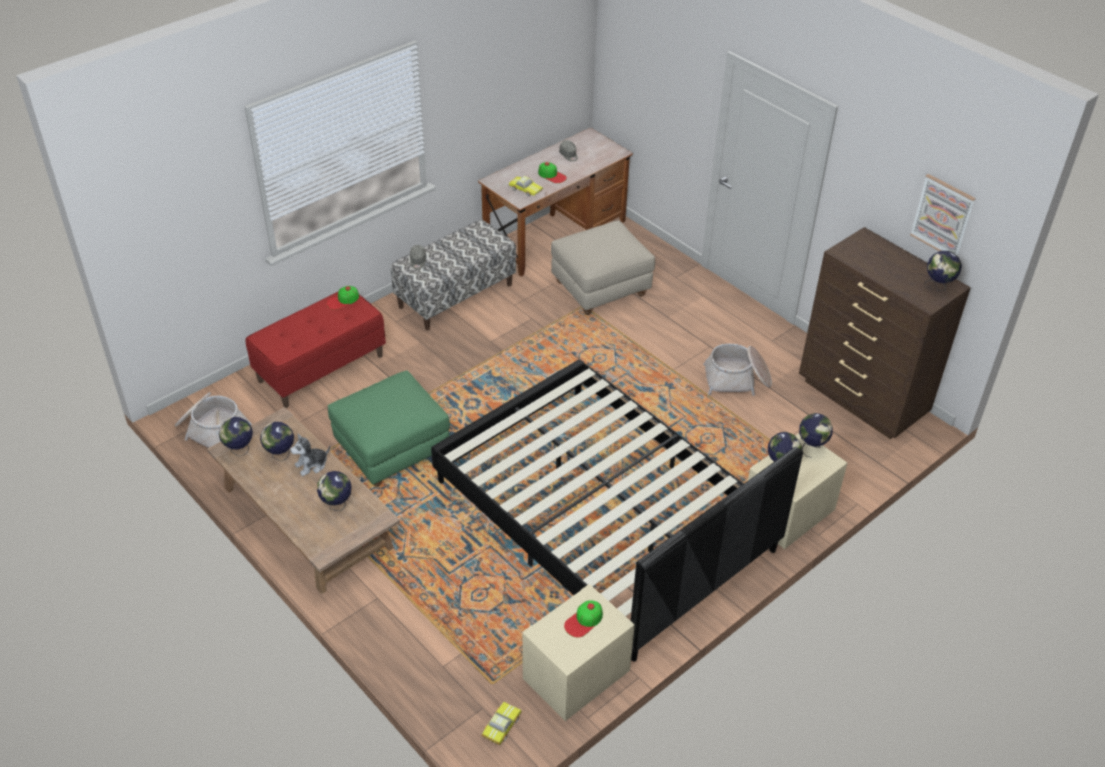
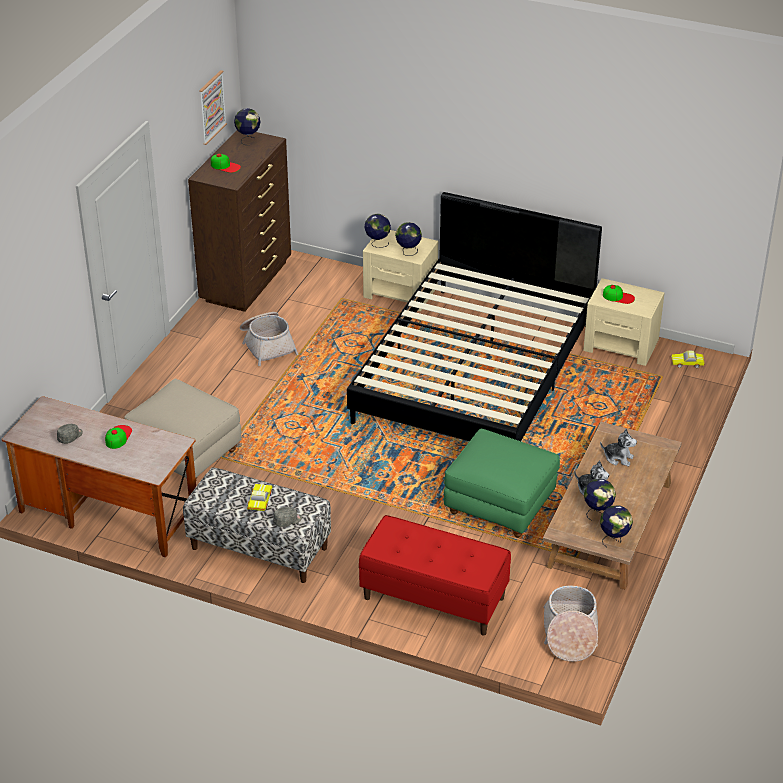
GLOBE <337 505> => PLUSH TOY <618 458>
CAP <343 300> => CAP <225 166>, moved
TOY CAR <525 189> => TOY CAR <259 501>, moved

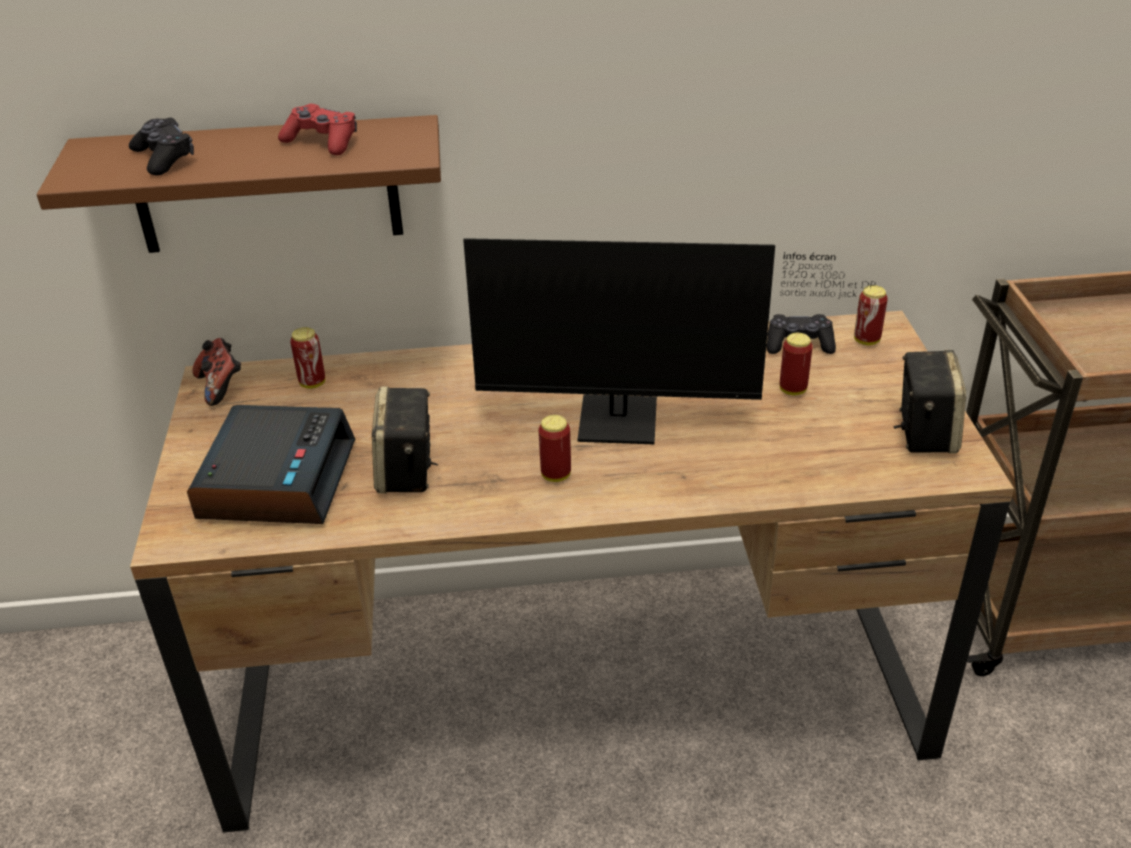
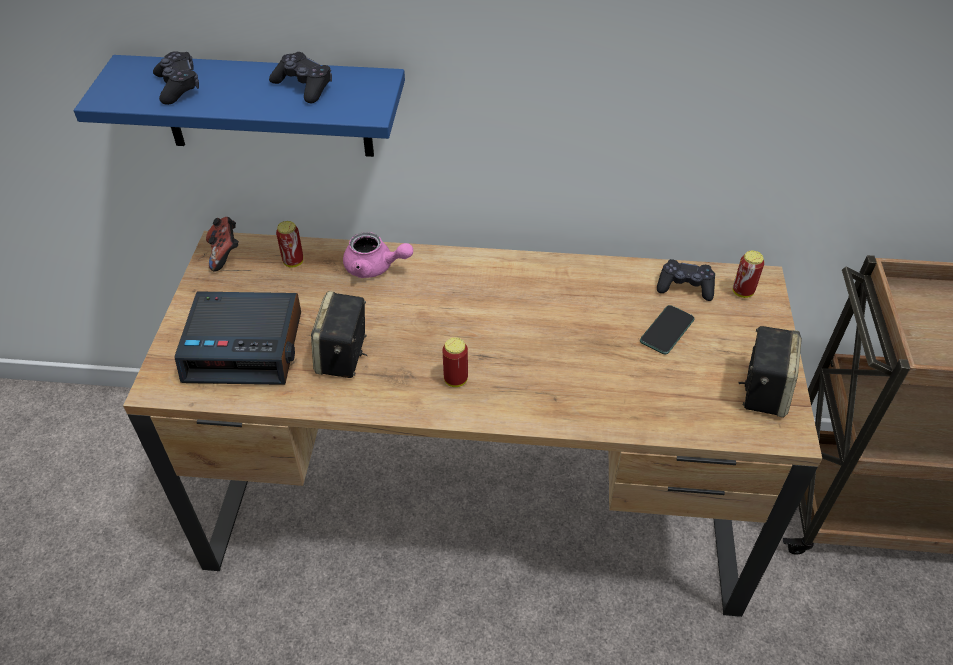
BROWN SHELF <266 185> => BLUE SHELF <266 107>
ALARM CLOCK <276 479> => ALARM CLOCK <245 346>, 75 degrees clockwise
RED GAME CONTROLLER <322 142> => BLACK GAME CONTROLLER <304 86>
MONITOR <632 422> => nothing
CAN <792 390> => PHONE <667 330>
nothing => PINK TEAPOT <375 267>

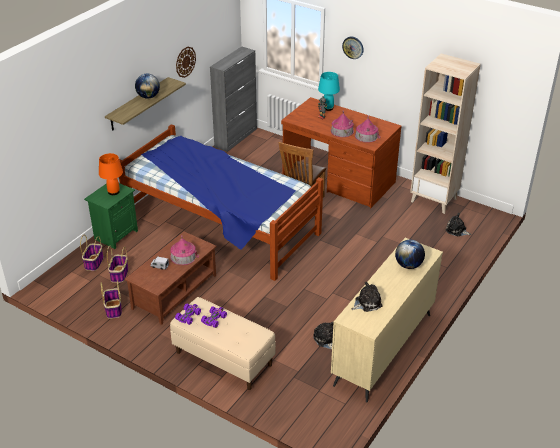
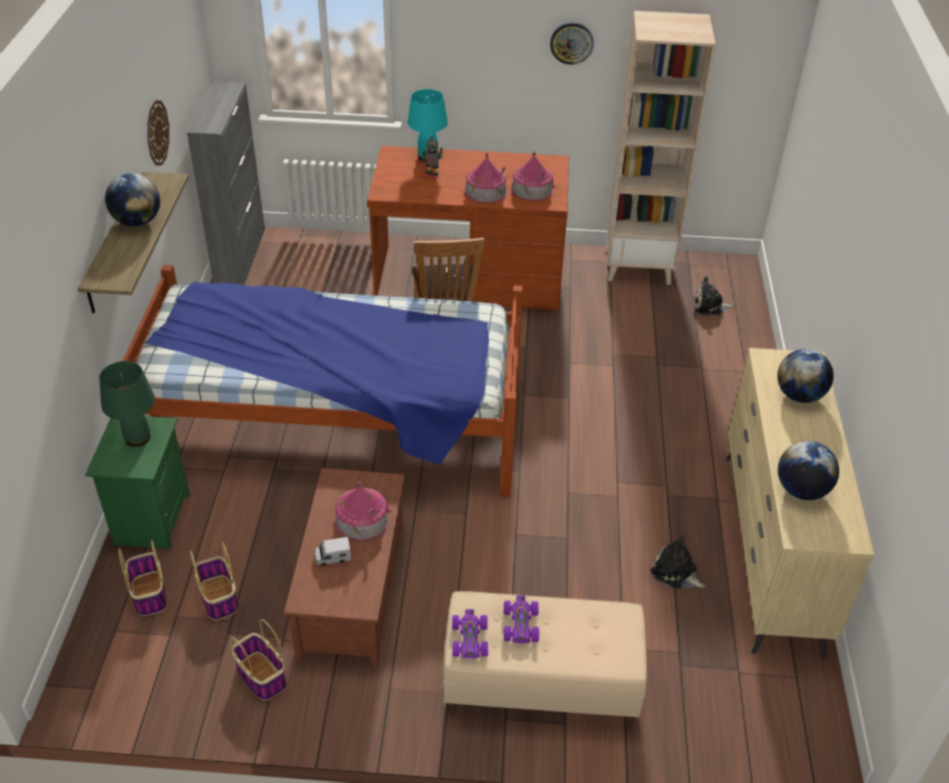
ORANGE TABLE LAMP <113 192> => GREEN TABLE LAMP <137 437>
WALL CLOCK <353 47> => WALL CLOCK <571 42>, moved
PLUSH TOY <366 303> => GLOBE <801 490>

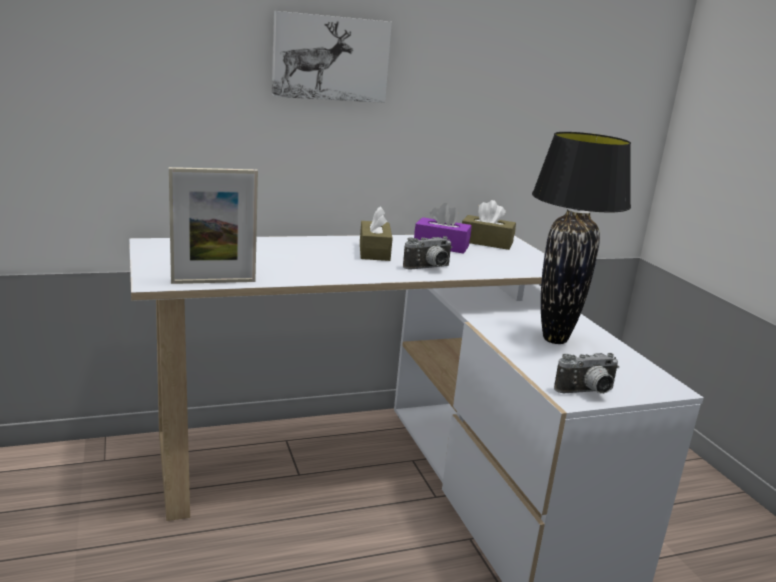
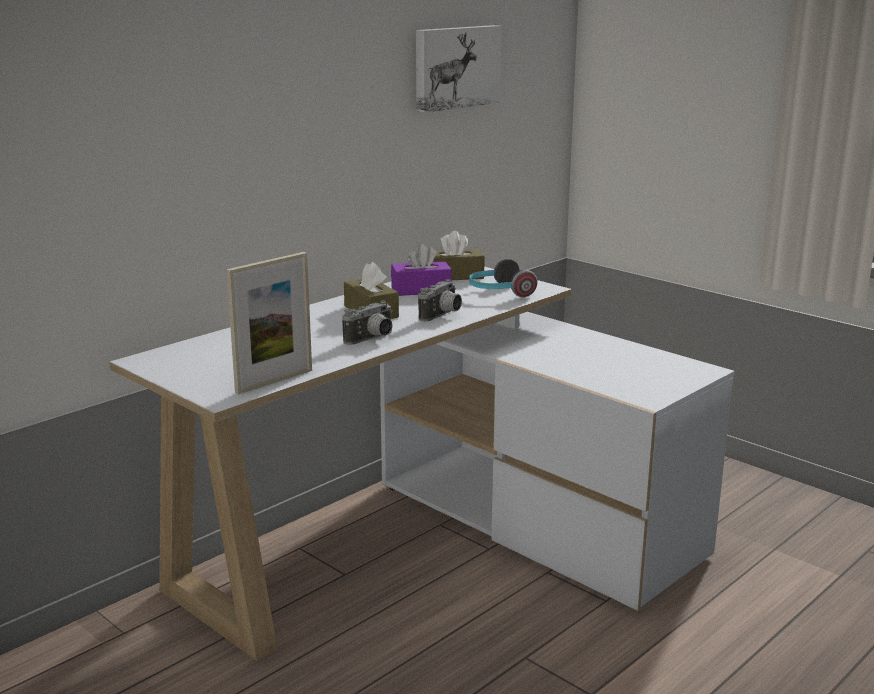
PICTURE <330 58> => PICTURE <455 67>, moved
BLACK TABLE LAMP <554 339> => nothing
PHOTO CAMERA <587 393> => PHOTO CAMERA <372 339>, moved
nothing => HEADPHONES <499 292>

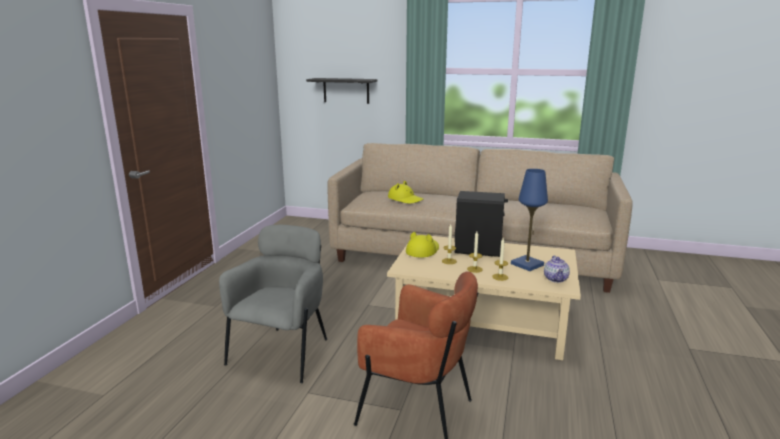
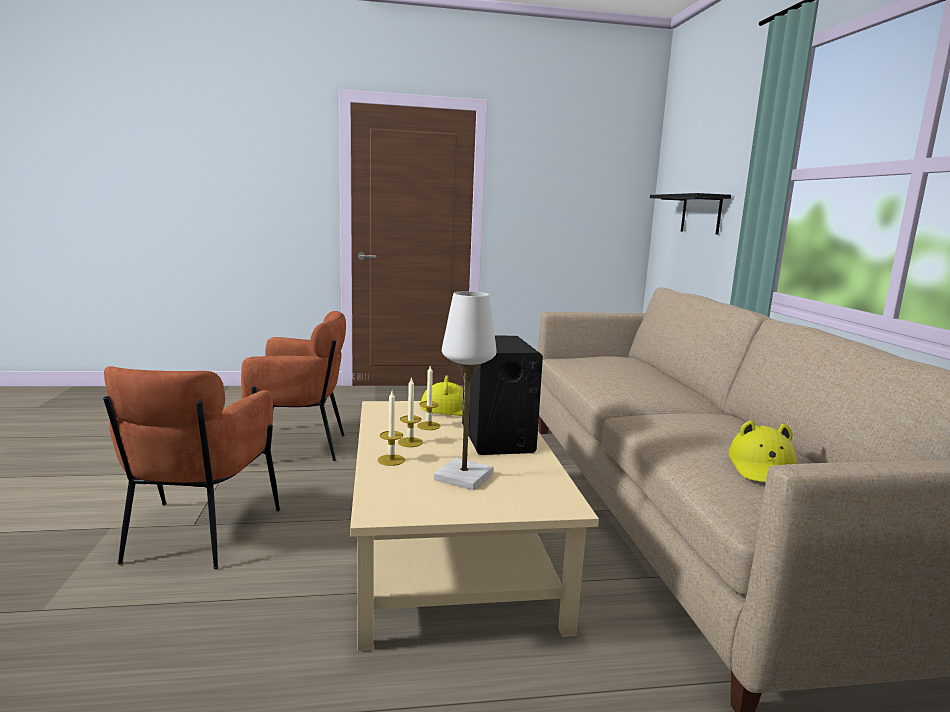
GREY ARMCHAIR <283 353> => BROWN ARMCHAIR <297 447>
YELLOW HAT <405 199> => YELLOW HAT <764 468>, moved
BLUE TABLE LAMP <527 264> => WHITE TABLE LAMP <464 476>
TEAPOT <556 279> => nothing

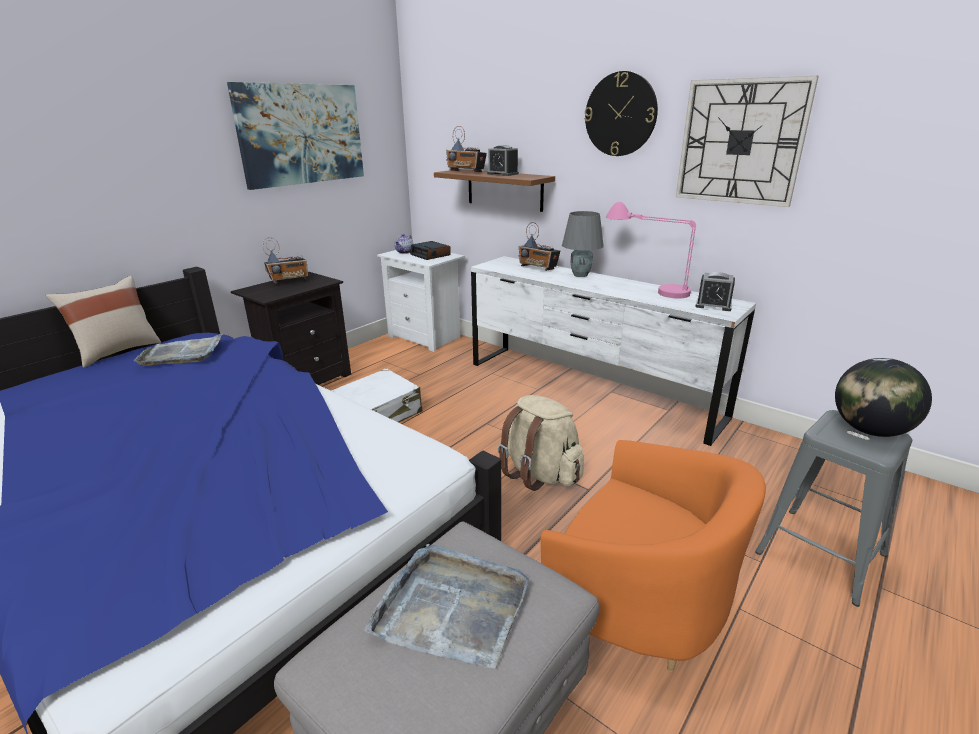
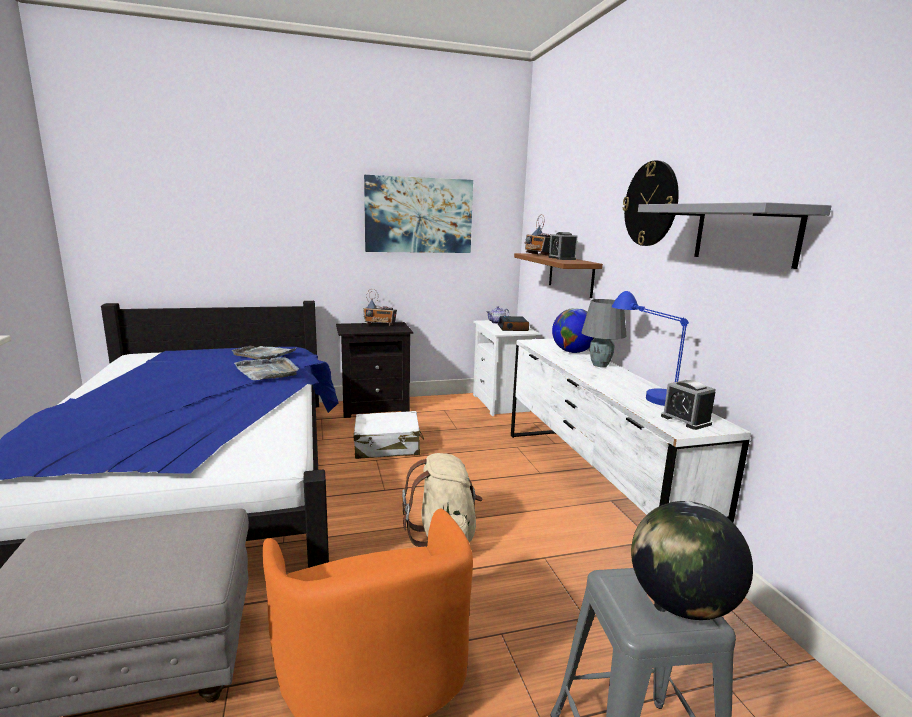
BEIGE PILLOW <117 351> => nothing
GREY TRAY <452 607> => GREY TRAY <268 371>, moved
RADIO <538 268> => GLOBE <572 352>
PINK TABLE LAMP <646 289> => BLUE TABLE LAMP <642 390>
WALL CLOCK <740 142> => GREY SHELF <745 234>

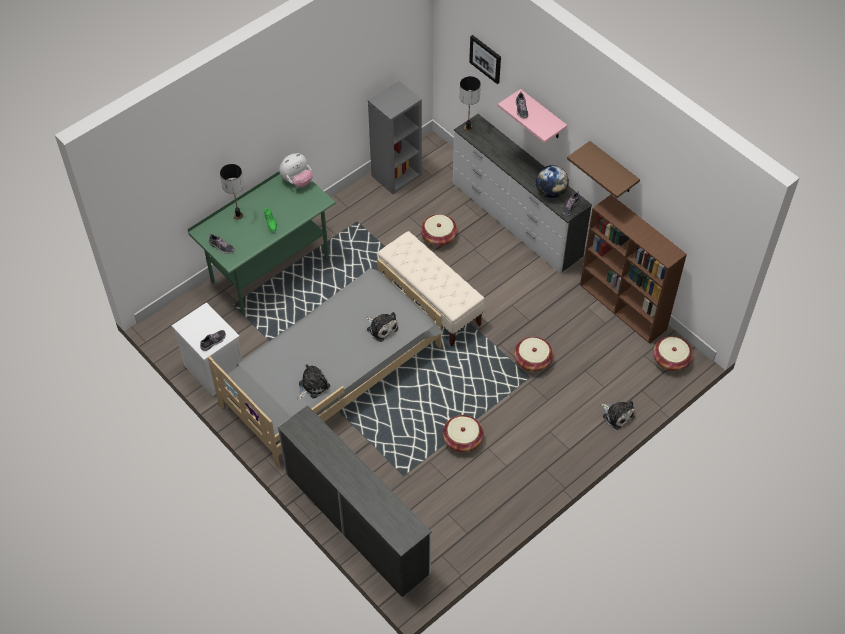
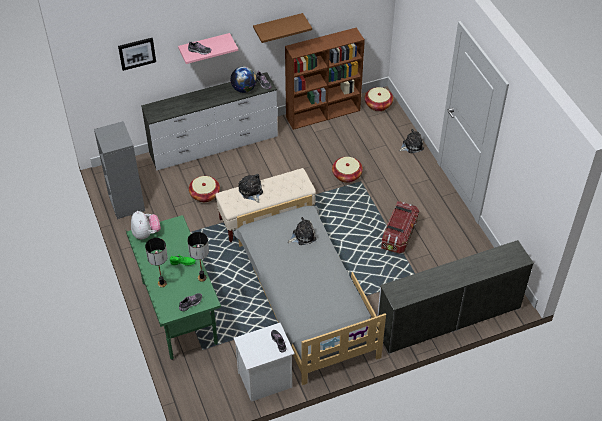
PLUSH TOY <312 386> => PLUSH TOY <251 191>, moved
BASKET <462 439> => STORAGE BOX <399 235>
TABLE LAMP <468 128> => TABLE LAMP <202 278>, moved

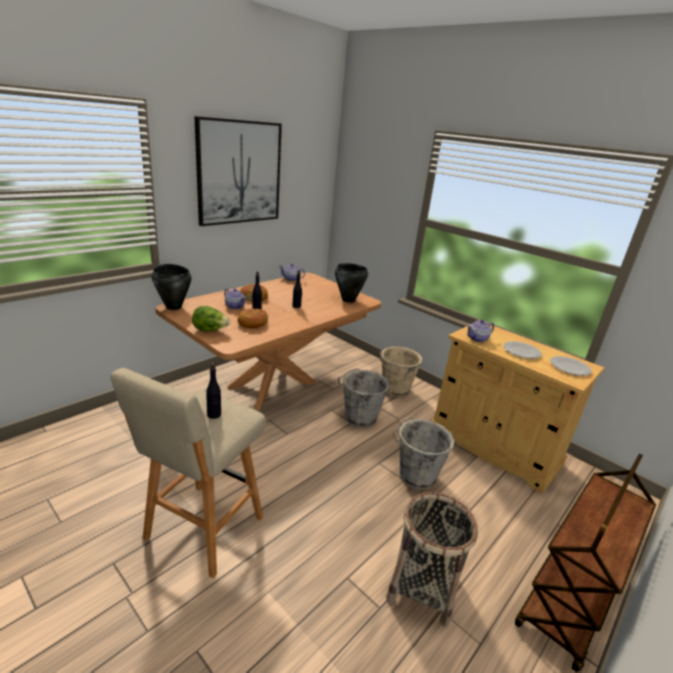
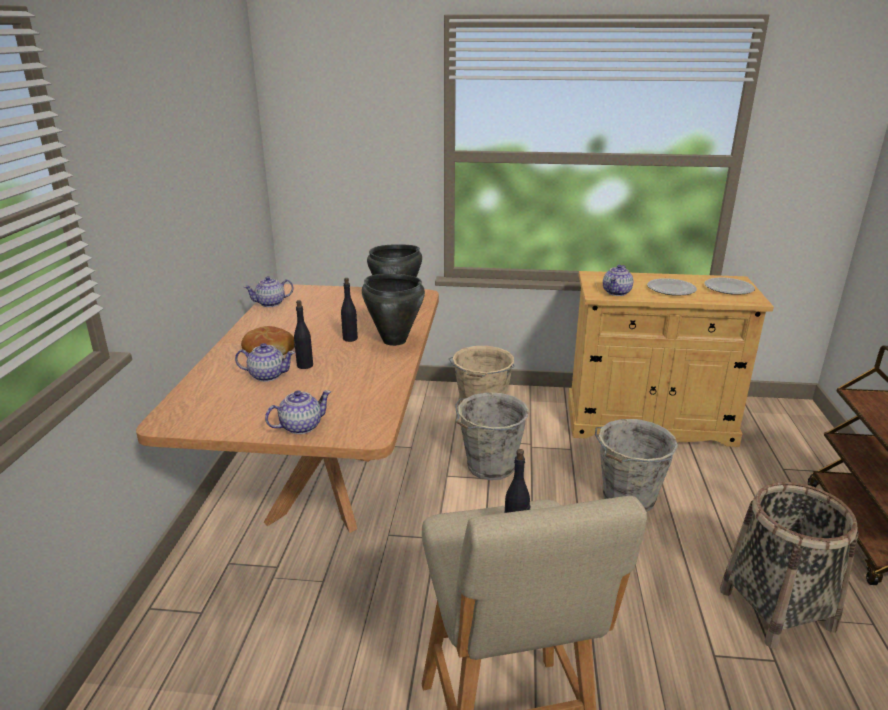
BLACK COOKING POT <174 307> => BLACK COOKING POT <394 340>, moved
LETTUCE <210 330> => TEAPOT <300 426>
PICTURE <239 172> => nothing
BREAD <252 323> => nothing

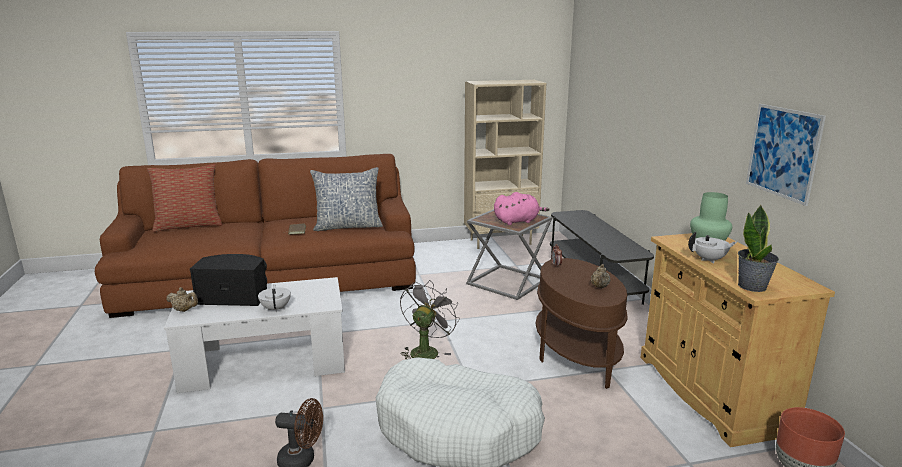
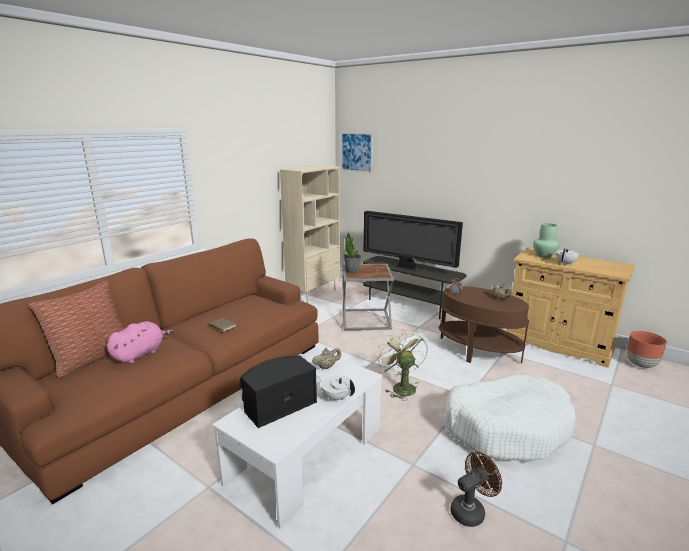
BEIGE TEAPOT <184 310> => BEIGE TEAPOT <326 367>, moved
PILLOW <348 226> => nothing
GREY FAN <426 351> => GREEN FAN <401 386>
PINK PLUSH TOY <518 221> => PINK PLUSH TOY <140 354>, moved
POTTED PLANT <752 286> => POTTED PLANT <352 270>, moved
PICTURE <783 152> => PICTURE <356 152>, moved
nothing => TELEVISION <407 268>

